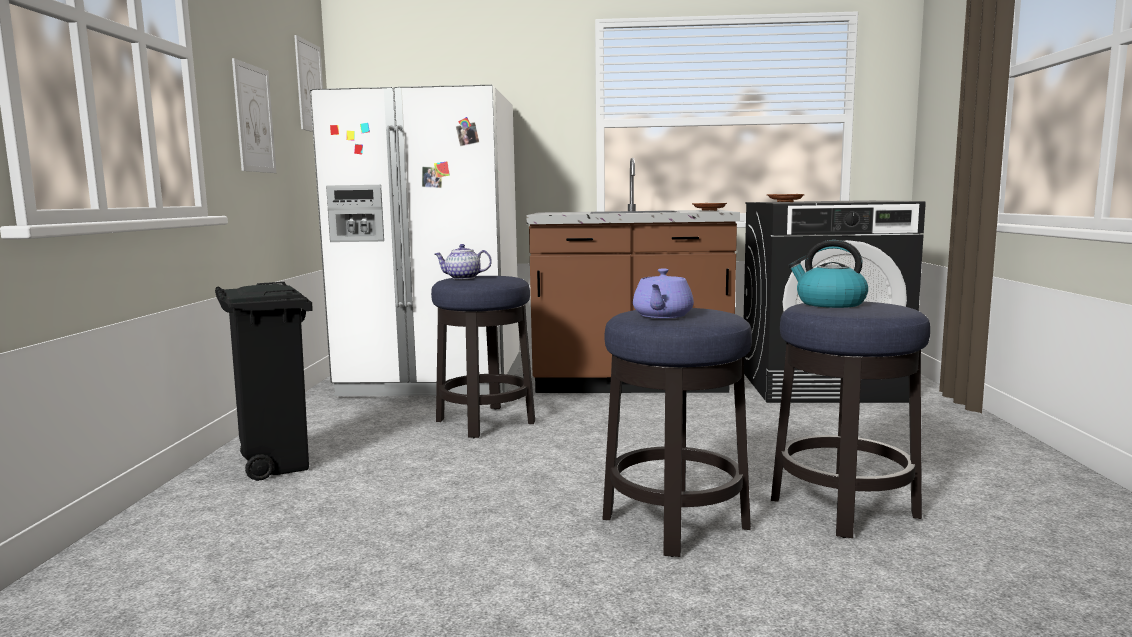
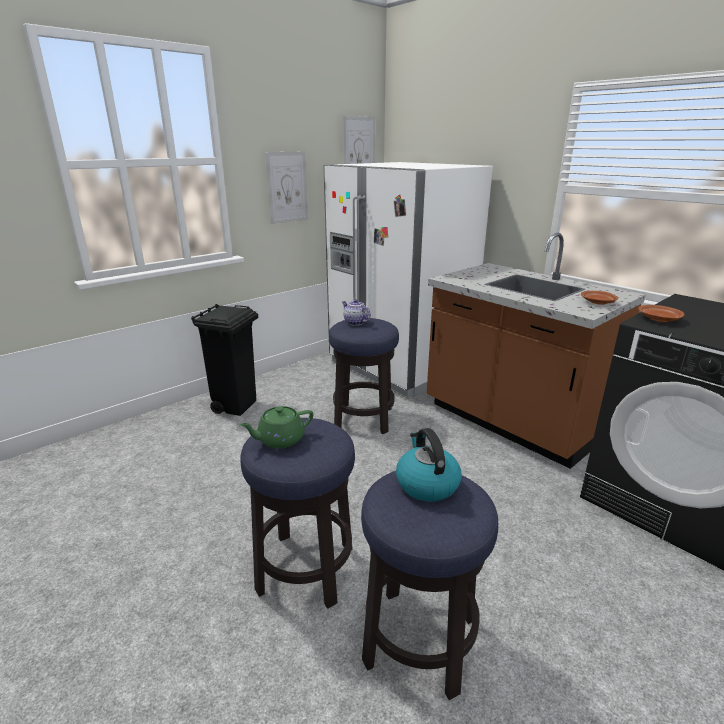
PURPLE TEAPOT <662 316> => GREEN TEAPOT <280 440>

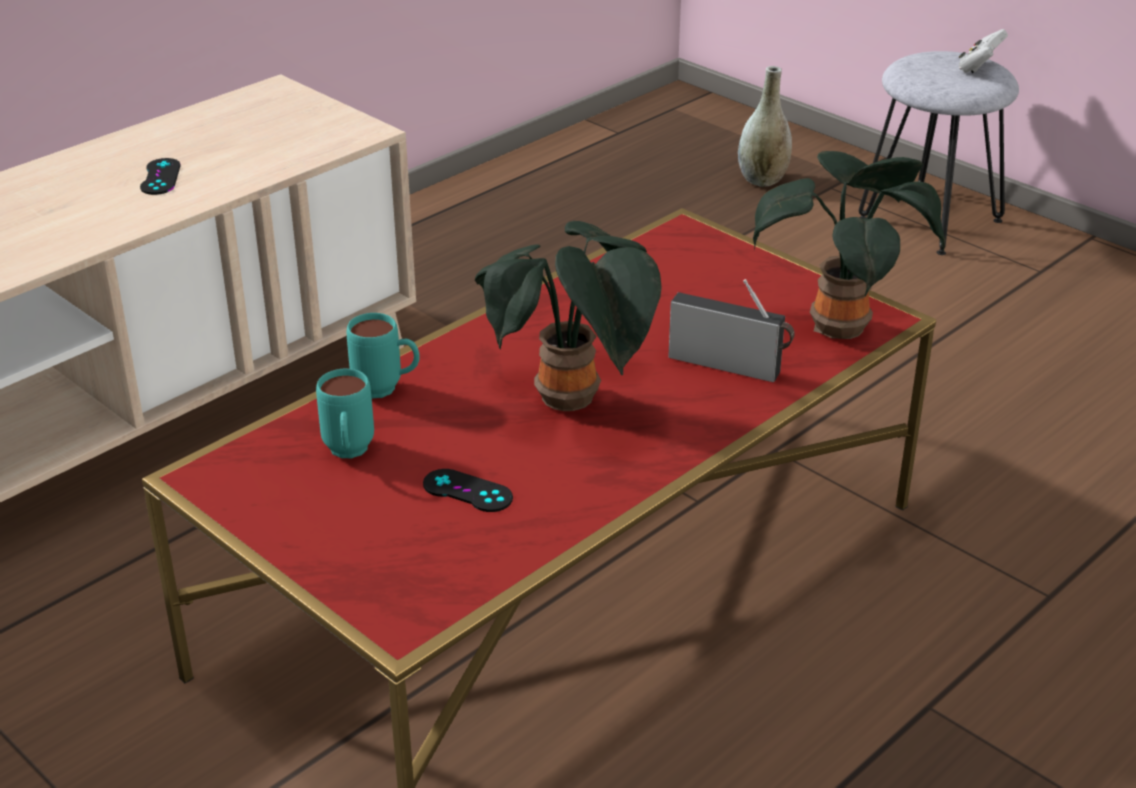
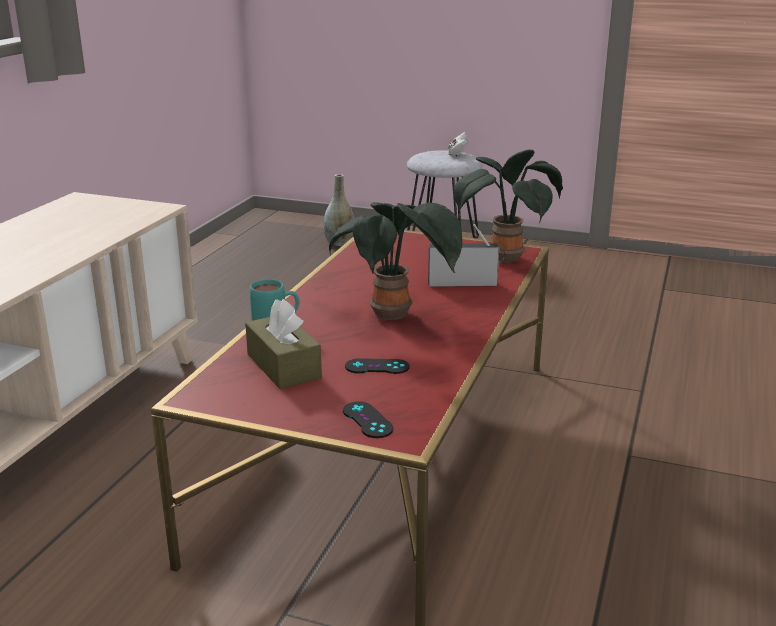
BLACK GAME CONTROLLER <160 177> => BLACK GAME CONTROLLER <367 420>, moved
TURQUOISE MUG <348 455> => BROWN TISSUE BOX <283 366>

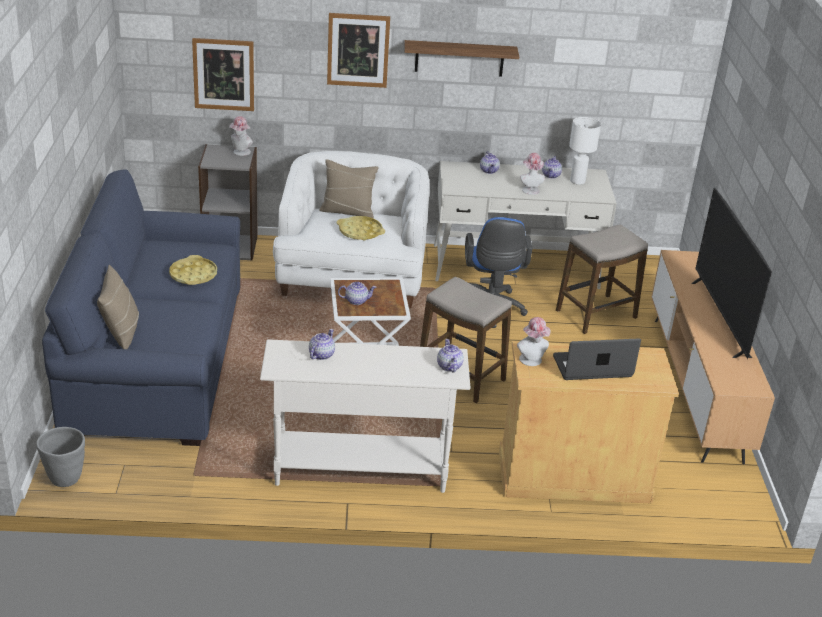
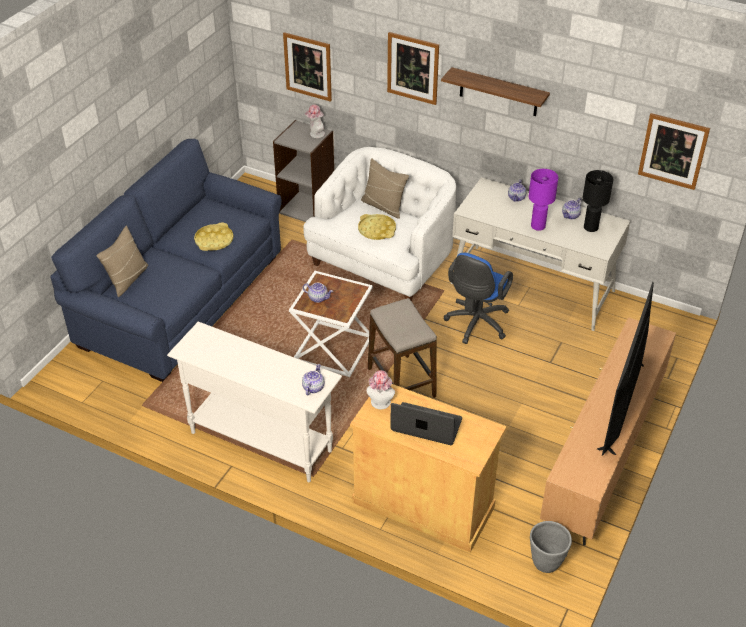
GREY PLANTER <65 478> => GREY PLANTER <546 563>, moved
TEAPOT <321 354> => nothing
HAT <530 189> => PURPLE TABLE LAMP <537 226>
STOOL <595 314> => nothing
WHITE TABLE LAMP <577 181> => BLACK TABLE LAMP <590 227>
nothing => PICTURE <673 151>

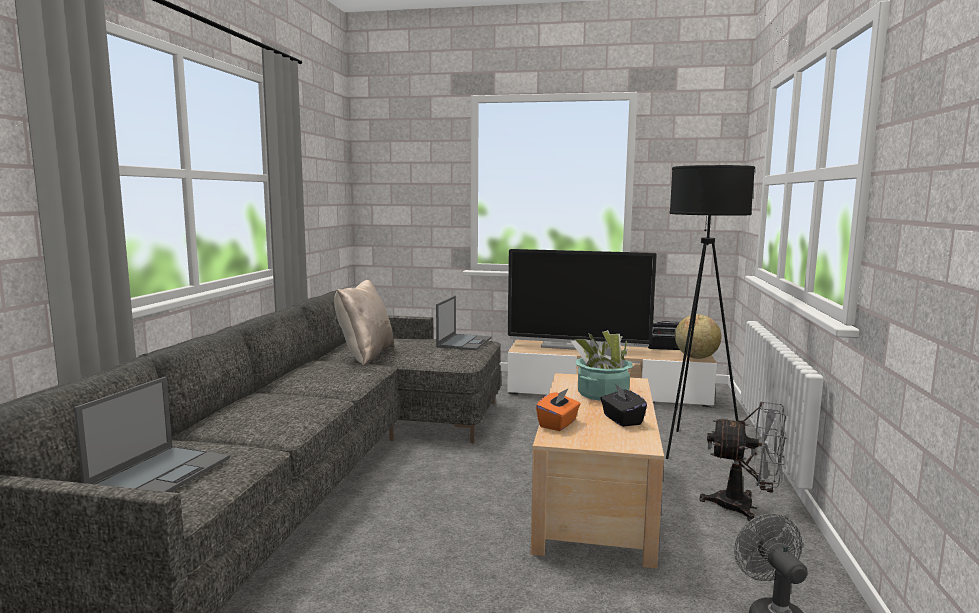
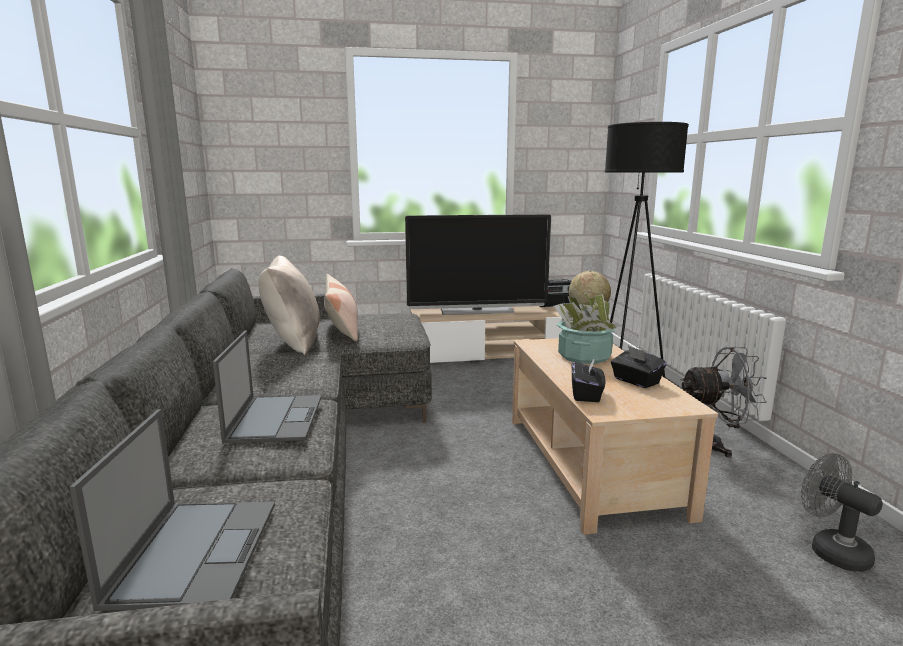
LAPTOP <464 342> => LAPTOP <275 418>, moved
ORANGE TISSUE BOX <558 424> => BLACK TISSUE BOX <586 394>
nothing => PILLOW <342 328>

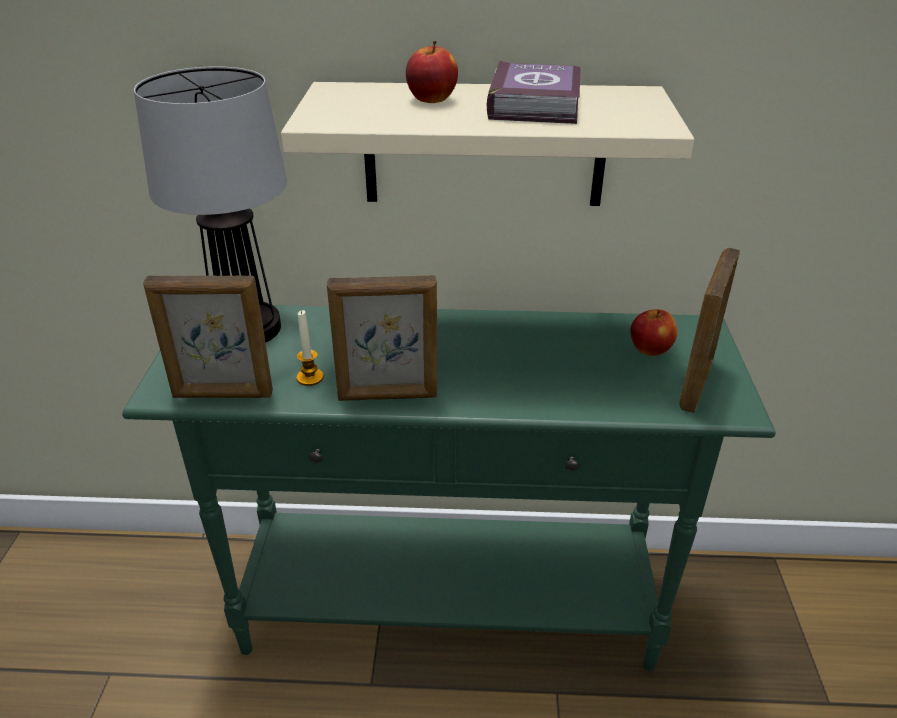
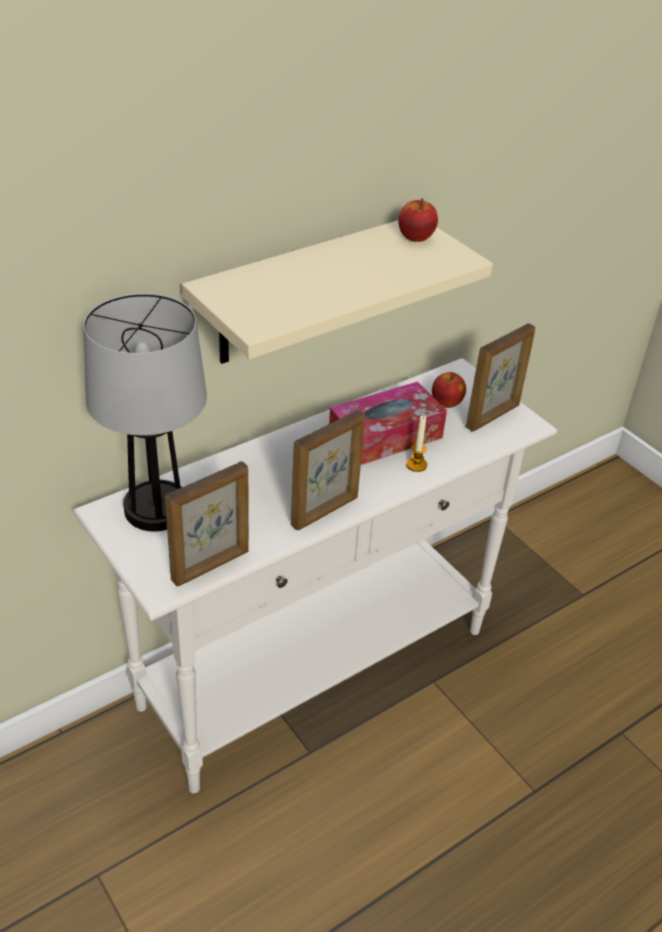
GREEN CONSOLE TABLE <450 607> => WHITE CONSOLE TABLE <317 668>
CANDLE <310 377> => CANDLE <416 465>, moved
APPLE <432 100> => APPLE <415 237>, moved
BOOK <537 103> => nothing
PICTURE FRAME <696 384> => PICTURE FRAME <493 416>, 120 degrees counterclockwise
nothing => TISSUE BOX <385 436>

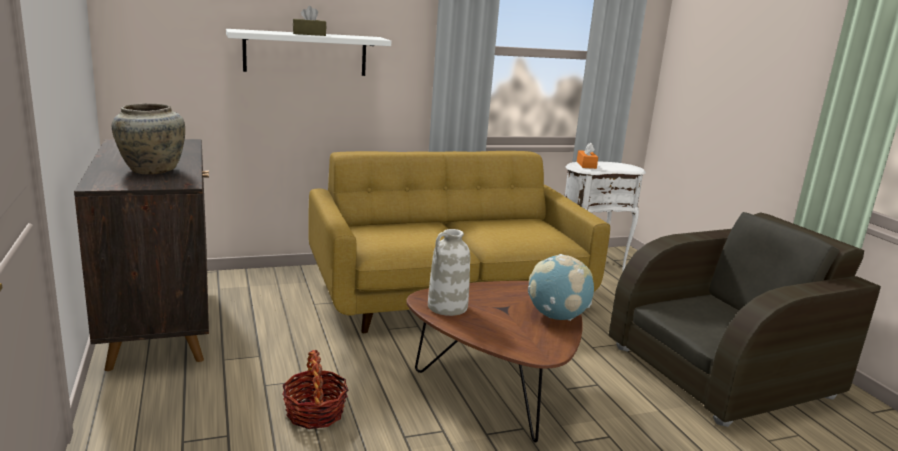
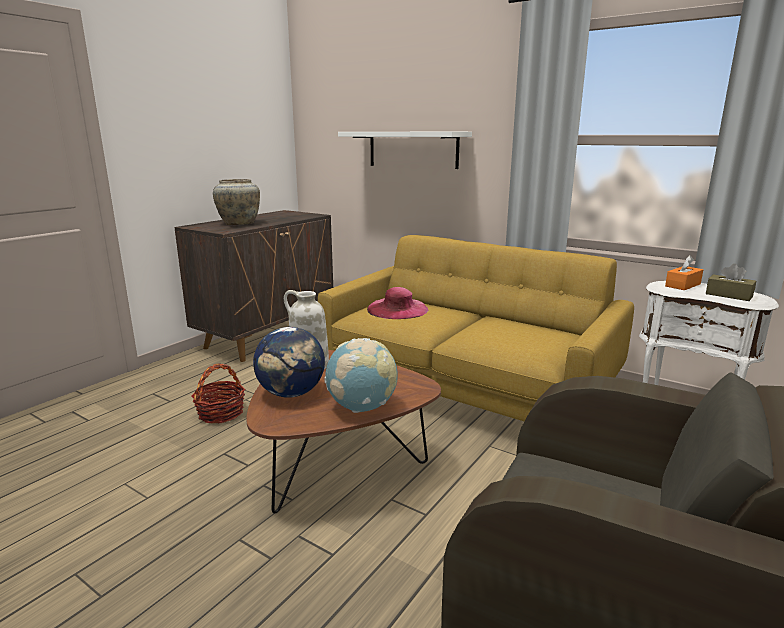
BROWN TISSUE BOX <309 34> => BROWN TISSUE BOX <728 295>, moved
nothing => GLOBE <291 393>
nothing => PINK HAT <397 309>

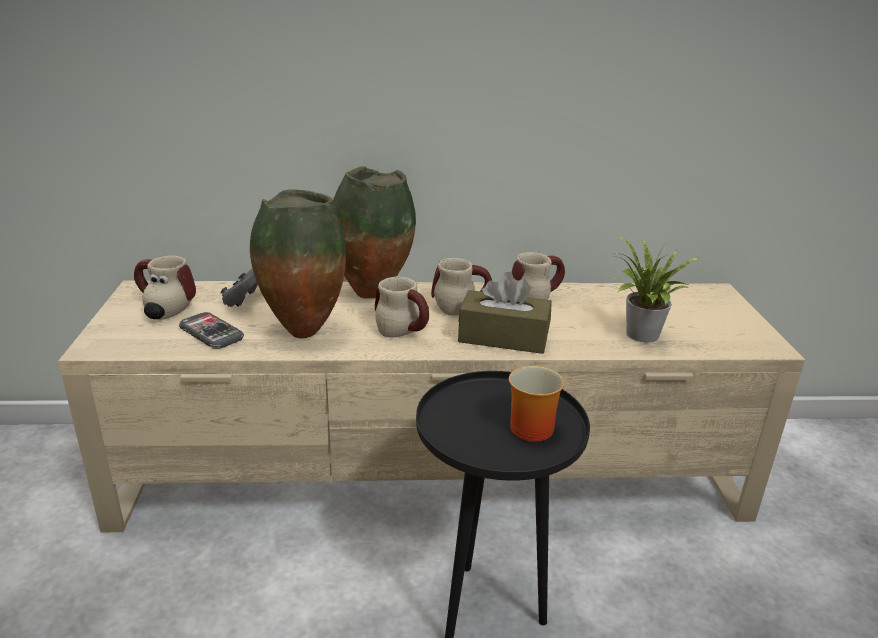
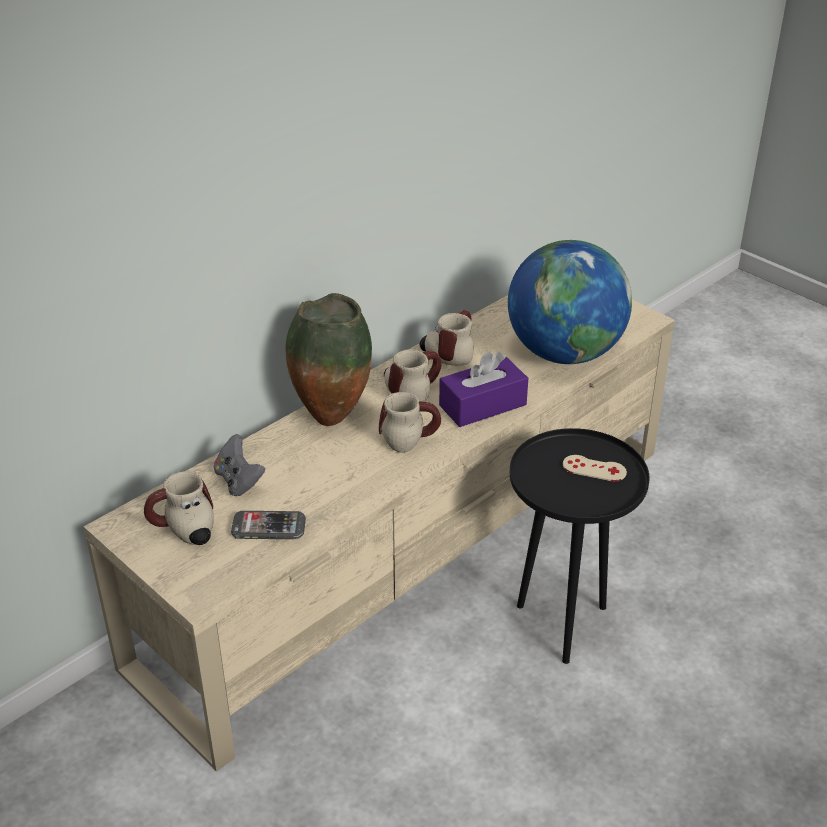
VASE <302 331> => nothing
BROWN TISSUE BOX <503 337> => PURPLE TISSUE BOX <482 405>
MUG <527 425> => BEIGE GAME CONTROLLER <594 468>
POTTED PLANT <640 336> => GLOBE <564 353>

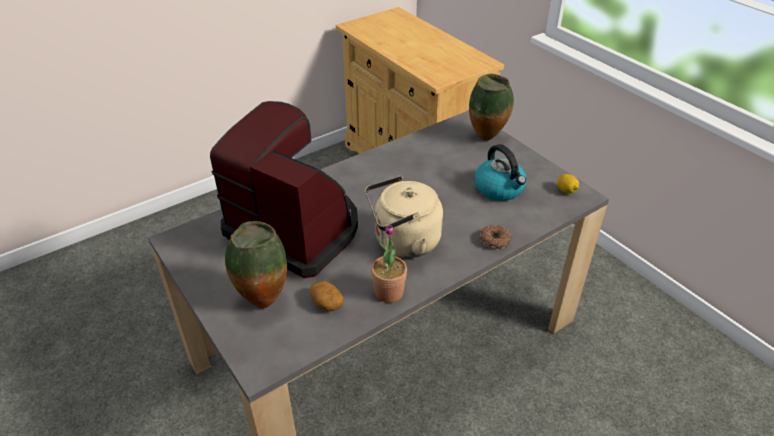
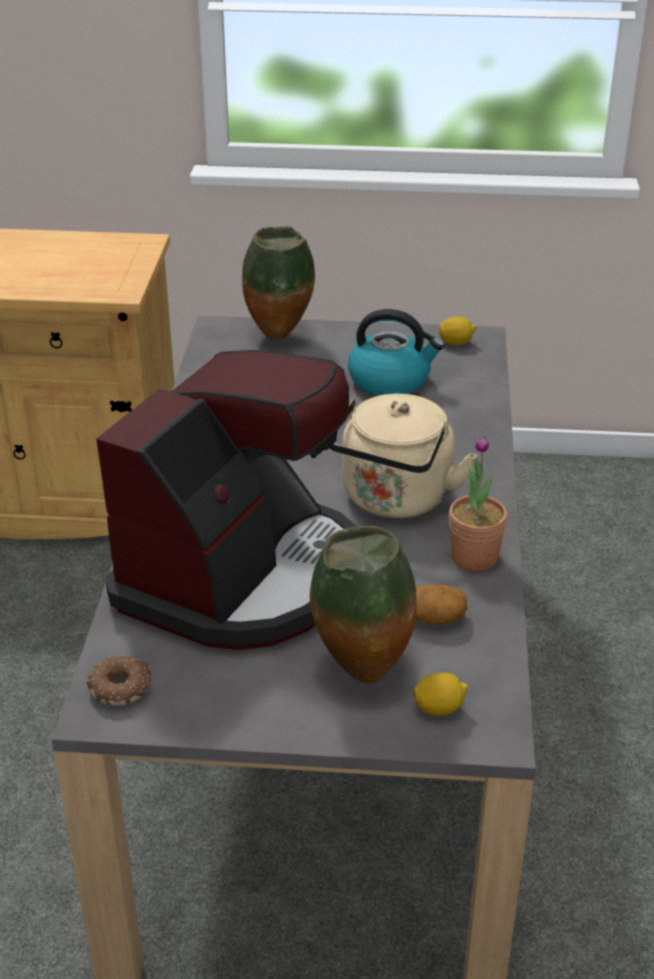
COFFEE MACHINE <295 229> => COFFEE MACHINE <244 575>, 135 degrees clockwise
DONUT <495 241> => DONUT <122 688>, moved
nothing => LEMON <439 708>

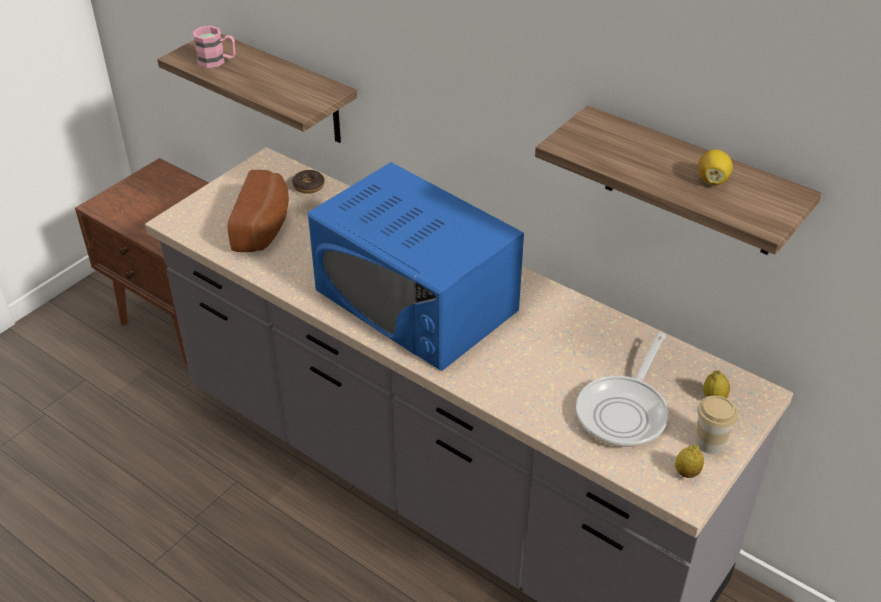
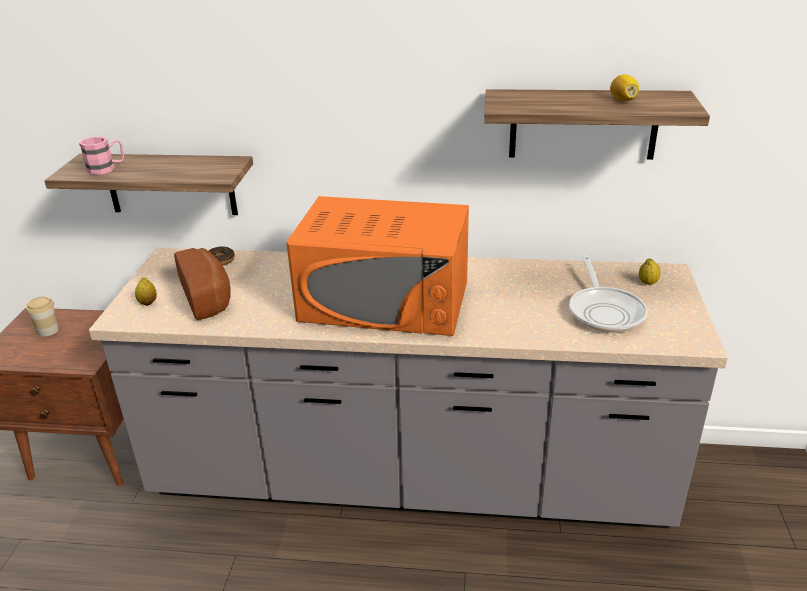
BLUE MICROWAVE <416 300> => ORANGE MICROWAVE <385 300>
LEMON <687 472> => LEMON <148 303>, moved
CUP <710 442> => CUP <48 331>, moved

